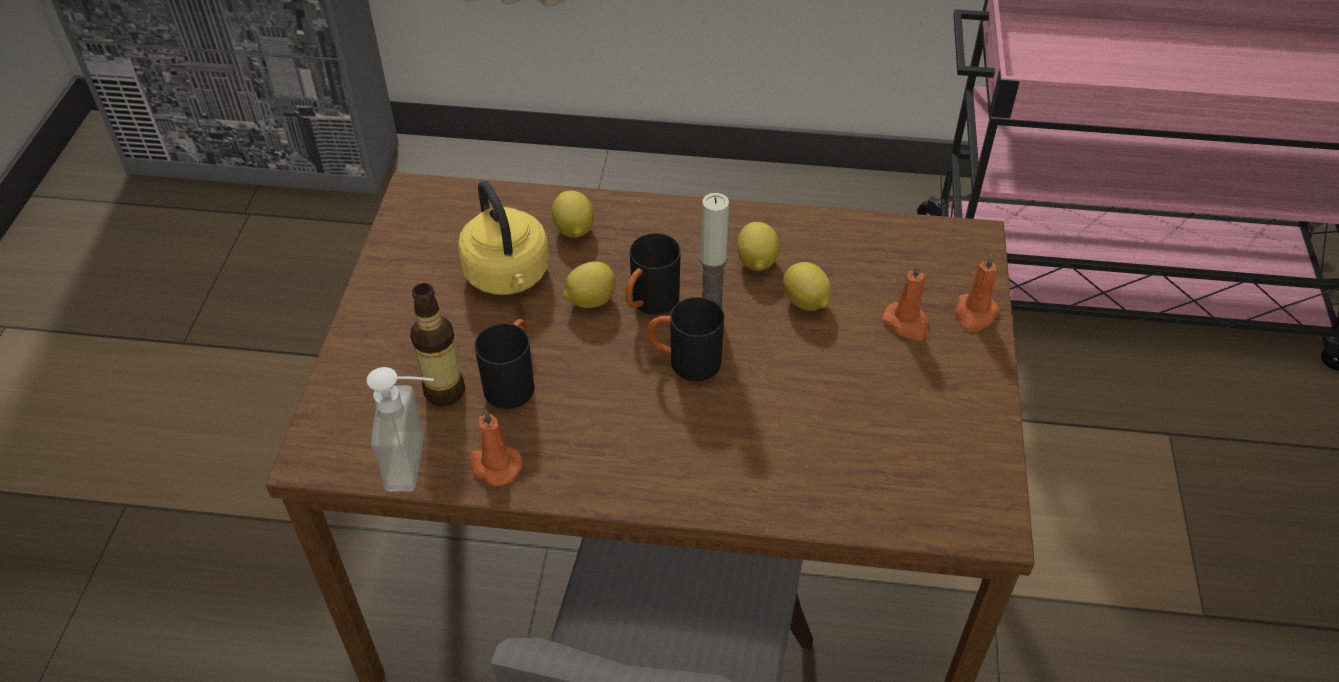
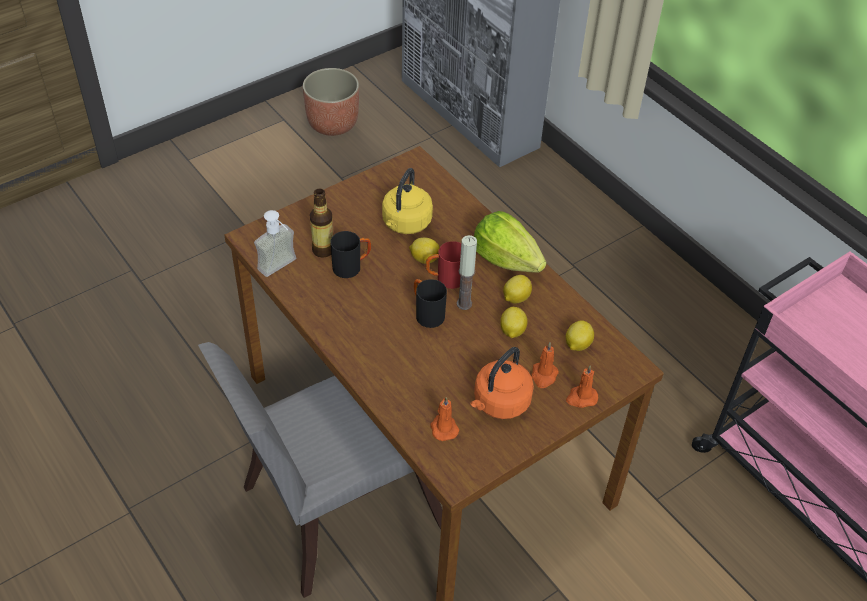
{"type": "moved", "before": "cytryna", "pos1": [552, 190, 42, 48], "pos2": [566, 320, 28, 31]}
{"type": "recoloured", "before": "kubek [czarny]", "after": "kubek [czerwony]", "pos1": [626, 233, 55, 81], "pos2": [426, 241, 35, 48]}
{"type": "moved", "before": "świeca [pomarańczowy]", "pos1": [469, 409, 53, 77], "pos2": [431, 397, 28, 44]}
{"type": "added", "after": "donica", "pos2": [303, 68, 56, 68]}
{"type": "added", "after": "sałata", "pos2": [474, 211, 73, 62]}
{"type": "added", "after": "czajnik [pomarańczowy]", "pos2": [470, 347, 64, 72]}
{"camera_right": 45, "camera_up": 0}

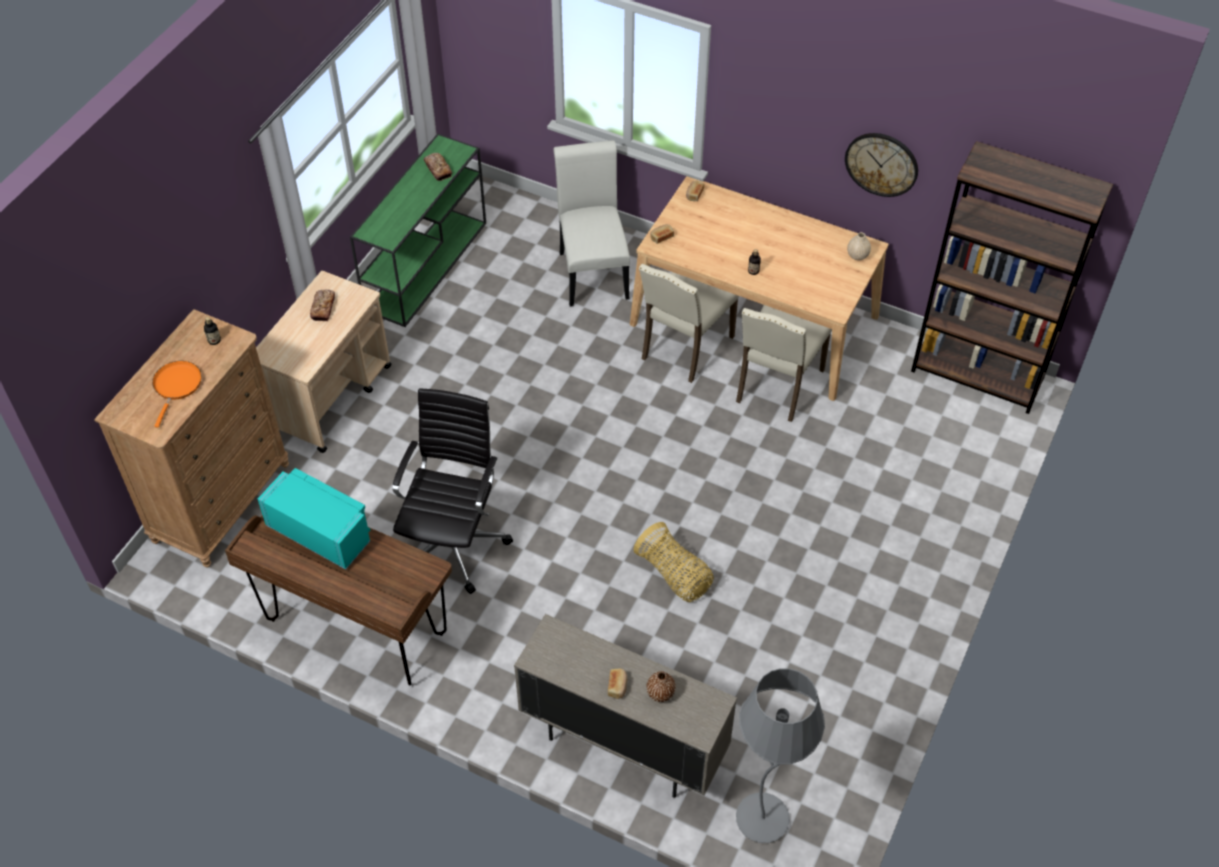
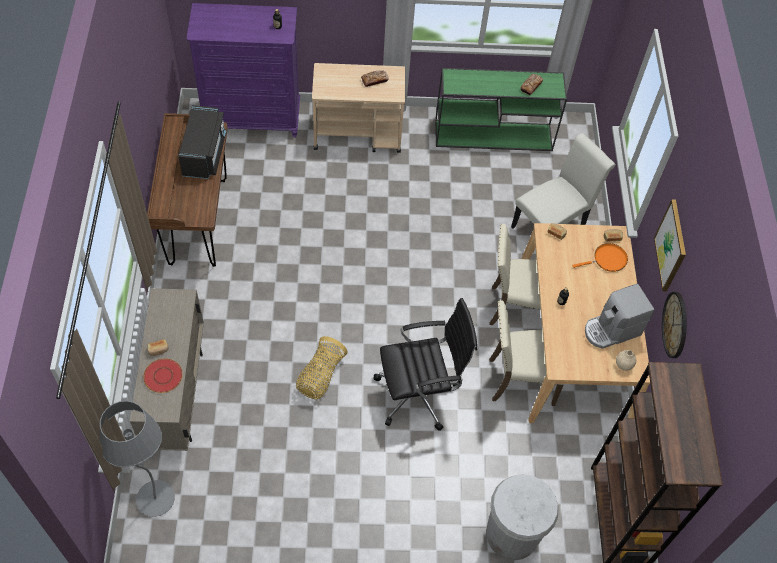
{"type": "recoloured", "before": "komoda [brązowy]", "after": "komoda [fioletowy]", "pos1": [94, 309, 195, 259], "pos2": [187, 3, 113, 135]}
{"type": "moved", "before": "patelnia [pomarańczowy]", "pos1": [152, 361, 50, 67], "pos2": [572, 243, 56, 29]}
{"type": "moved", "before": "krzesło biurowe [czarny]", "pos1": [393, 388, 120, 206], "pos2": [374, 298, 103, 133]}
{"type": "recoloured", "before": "mikrofalówka [turkusowy]", "after": "mikrofalówka [czarny]", "pos1": [258, 468, 112, 102], "pos2": [178, 105, 48, 74]}
{"type": "replaced", "before": "wazon [brązowy]", "after": "talerz [czerwony]", "pos1": [647, 671, 29, 31], "pos2": [143, 358, 40, 35]}
{"type": "added", "after": "obraz", "pos2": [654, 199, 32, 92]}
{"type": "added", "after": "ekspres do kawy", "pos2": [585, 283, 70, 66]}
{"type": "added", "after": "kosz na śmieci [biały]", "pos2": [486, 474, 73, 86]}
{"camera_right": 60, "camera_up": 5}

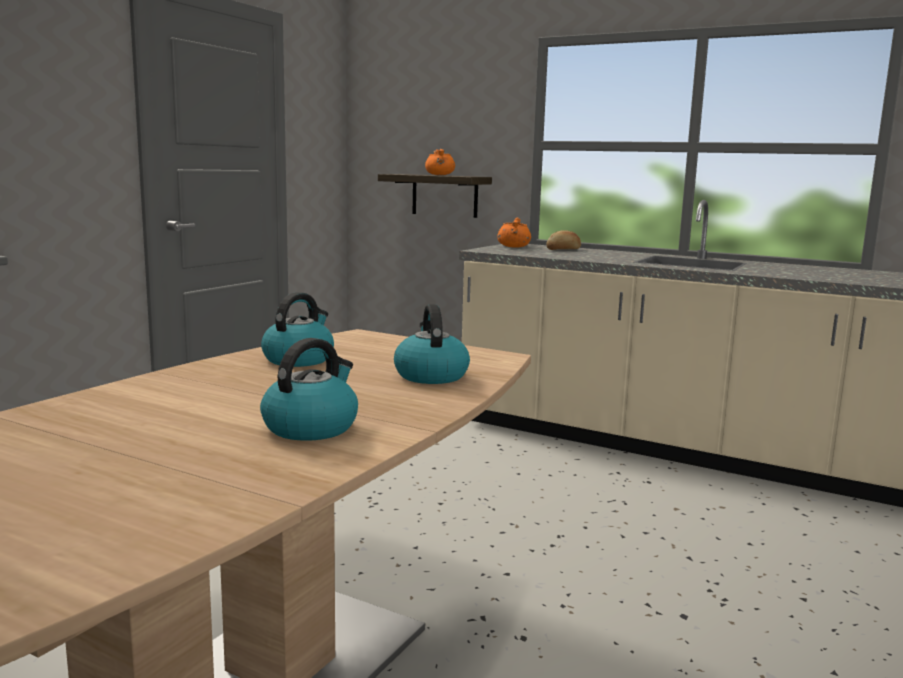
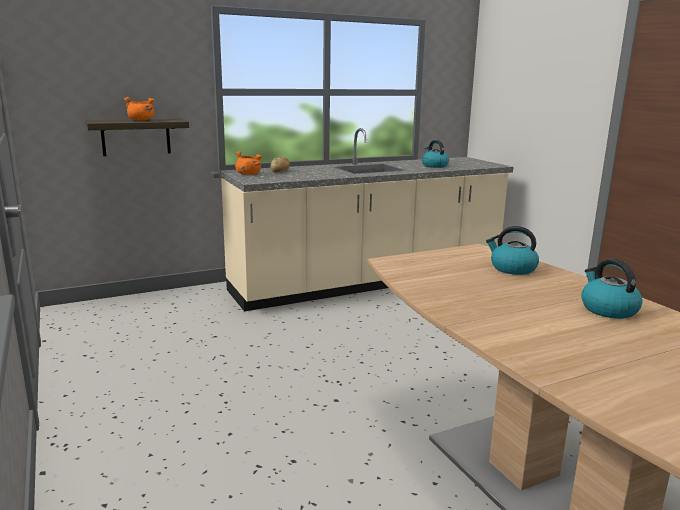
{"type": "moved", "before": "czajnik", "pos1": [261, 292, 73, 75], "pos2": [422, 140, 27, 28]}
{"camera_right": -55, "camera_up": 5}

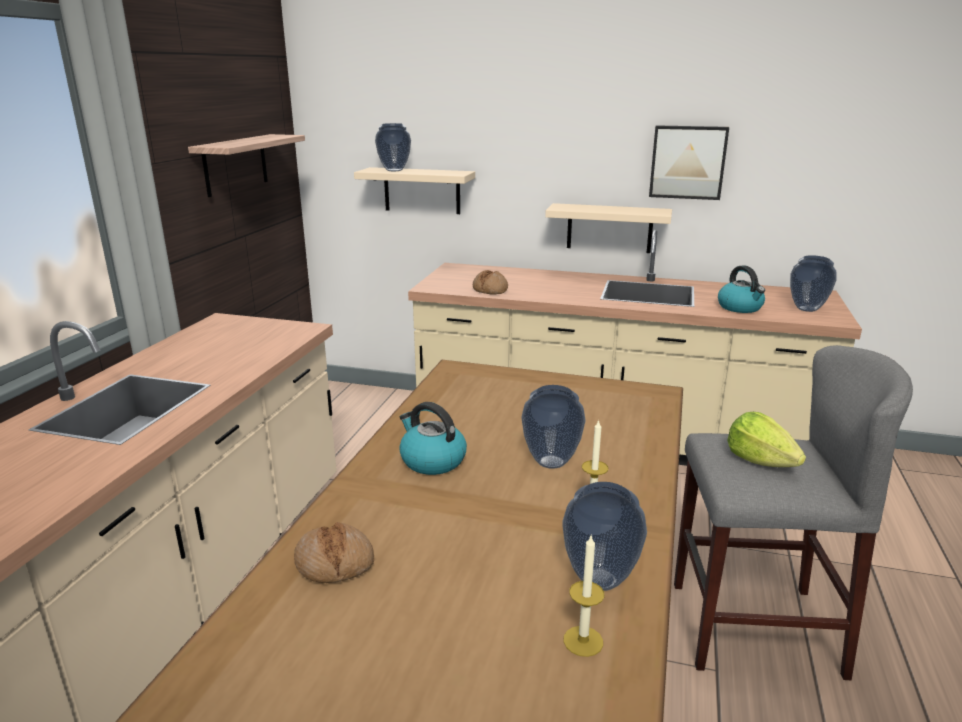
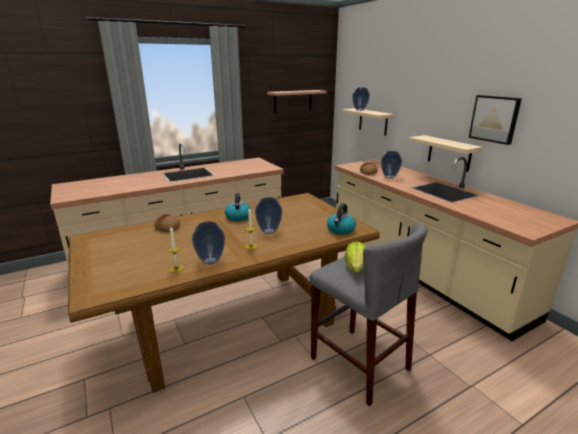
{"type": "moved", "before": "wazon", "pos1": [790, 255, 47, 57], "pos2": [381, 151, 21, 27]}
{"type": "moved", "before": "czajnik", "pos1": [718, 265, 47, 48], "pos2": [327, 203, 29, 31]}
{"camera_right": 45, "camera_up": 0}

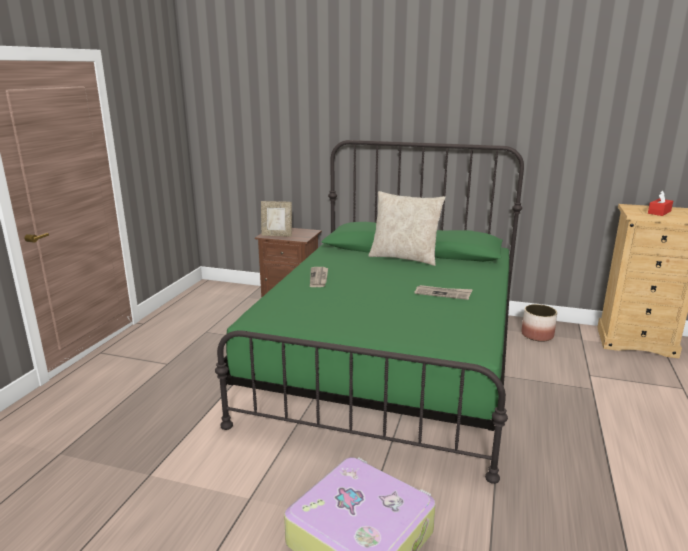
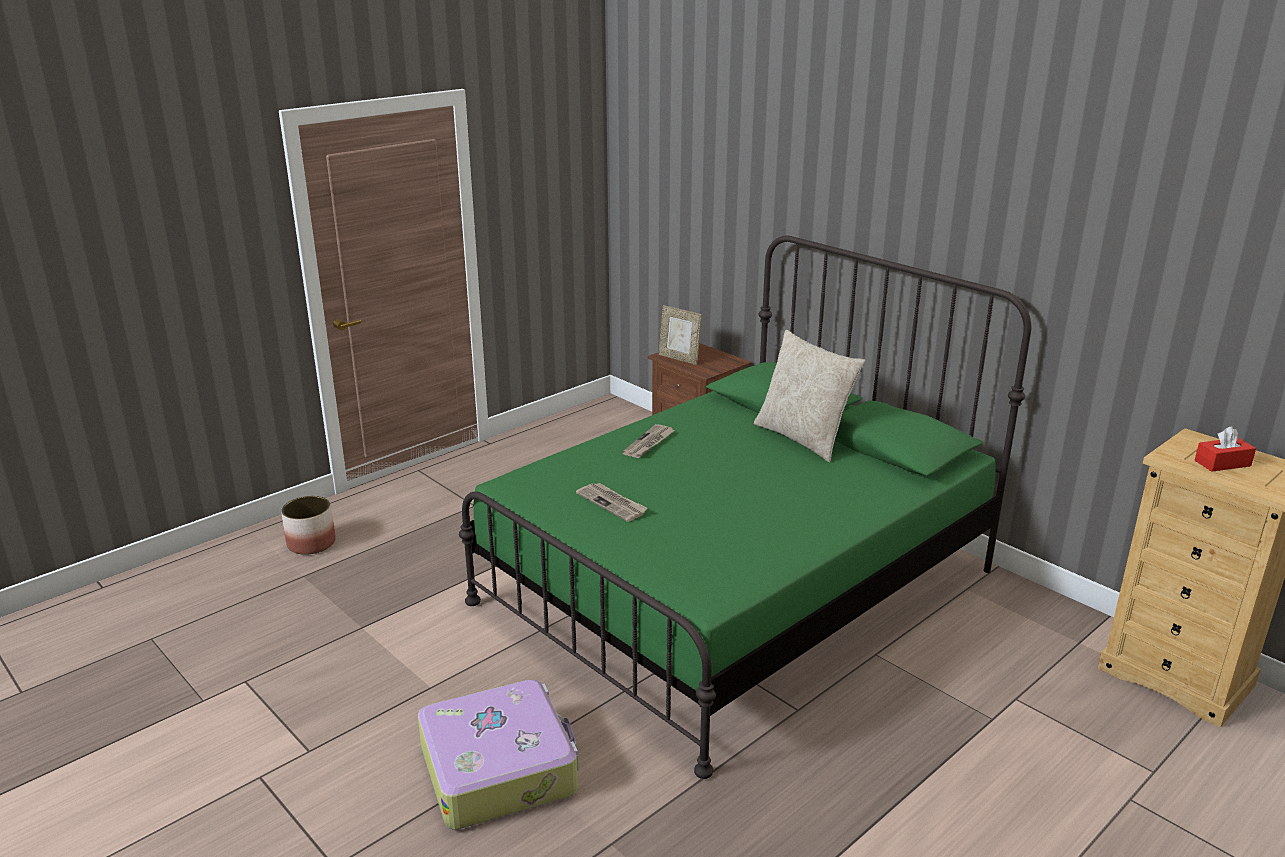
{"type": "moved", "before": "gazeta", "pos1": [414, 285, 59, 15], "pos2": [576, 483, 72, 39]}
{"type": "moved", "before": "donica", "pos1": [521, 304, 36, 38], "pos2": [281, 496, 55, 58]}
{"camera_right": 30, "camera_up": 5}

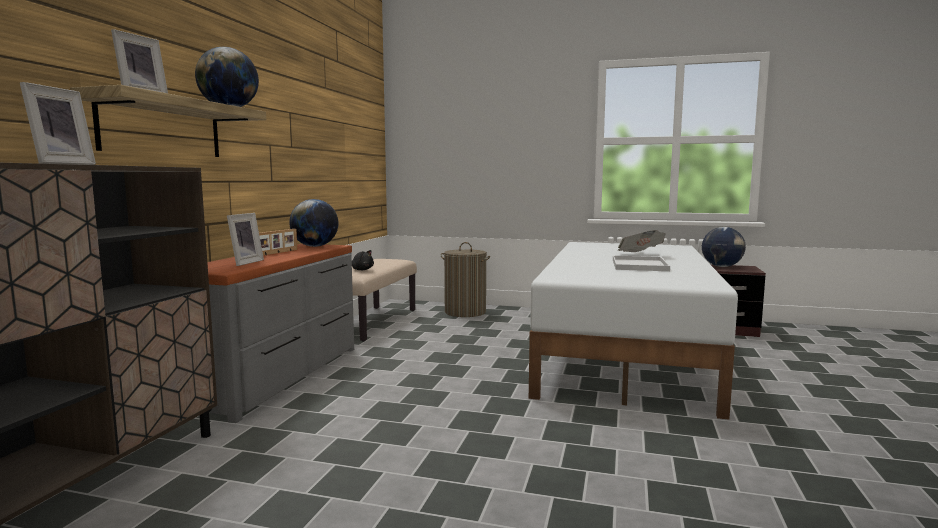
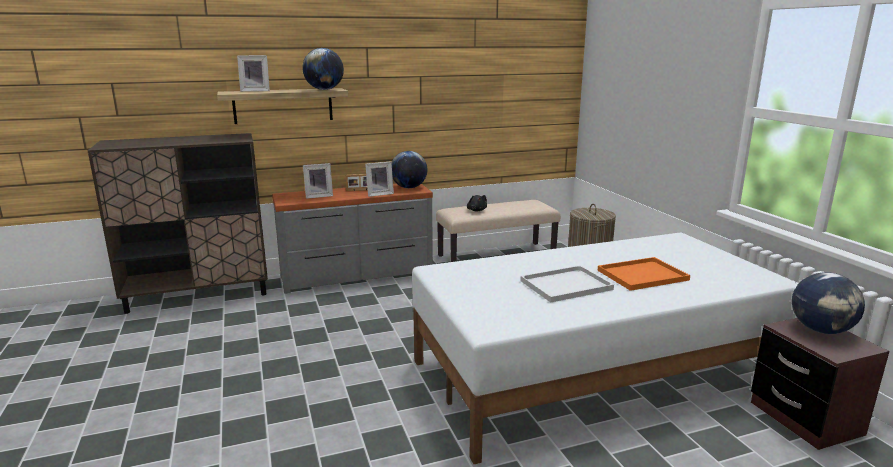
{"type": "moved", "before": "ramka na zdjęcie", "pos1": [20, 82, 76, 83], "pos2": [365, 162, 29, 35]}
{"type": "replaced", "before": "gazeta", "after": "taca [pomarańczowy]", "pos1": [618, 230, 48, 22], "pos2": [597, 257, 93, 34]}
{"camera_right": 55, "camera_up": 10}

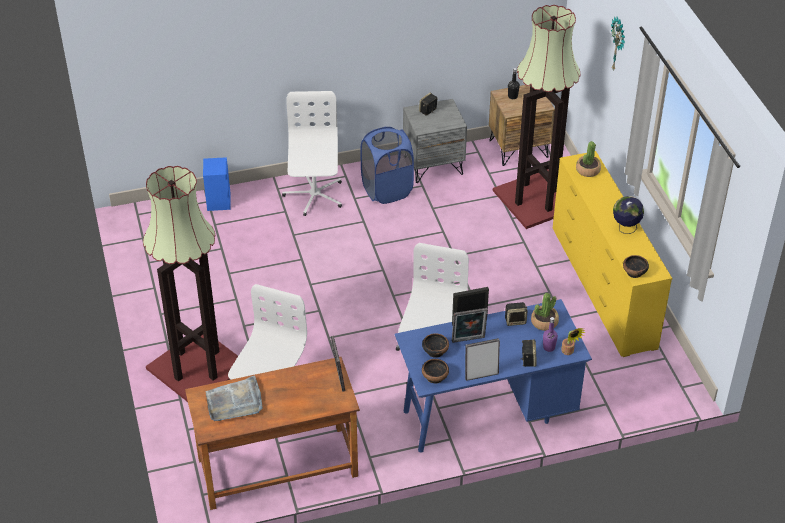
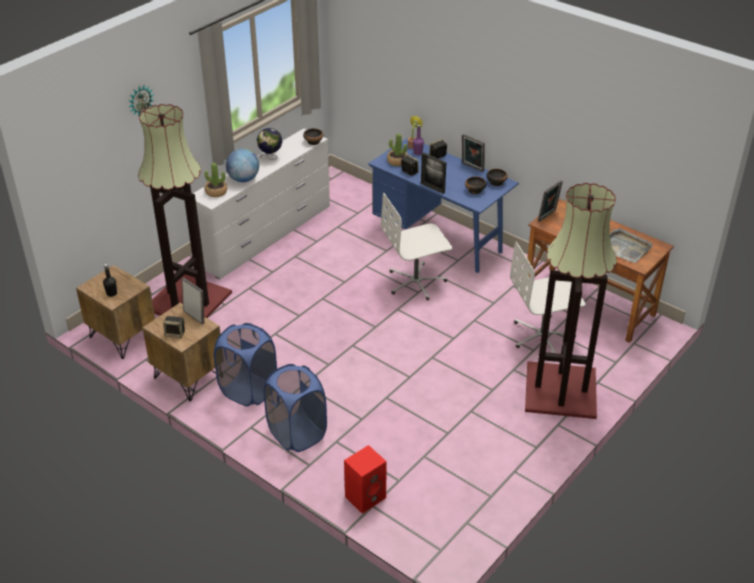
{"type": "replaced", "before": "krzesło biurowe [biały]", "after": "kosz na pranie [niebieski]", "pos1": [282, 91, 60, 125], "pos2": [264, 364, 63, 88]}
{"type": "recoloured", "before": "szafka nocna [szary]", "after": "szafka nocna [brązowy]", "pos1": [403, 99, 64, 84], "pos2": [143, 303, 77, 98]}
{"type": "recoloured", "before": "komoda [żółty]", "after": "komoda [biały]", "pos1": [553, 151, 119, 206], "pos2": [193, 128, 137, 151]}
{"type": "recoloured", "before": "głośnik [niebieski]", "after": "głośnik [czerwony]", "pos1": [203, 157, 28, 54], "pos2": [344, 445, 43, 69]}
{"type": "moved", "before": "ramka na zdjęcie", "pos1": [452, 308, 36, 35], "pos2": [182, 278, 22, 46]}
{"type": "added", "after": "globus", "pos2": [226, 149, 33, 33]}
{"camera_right": -125, "camera_up": -5}

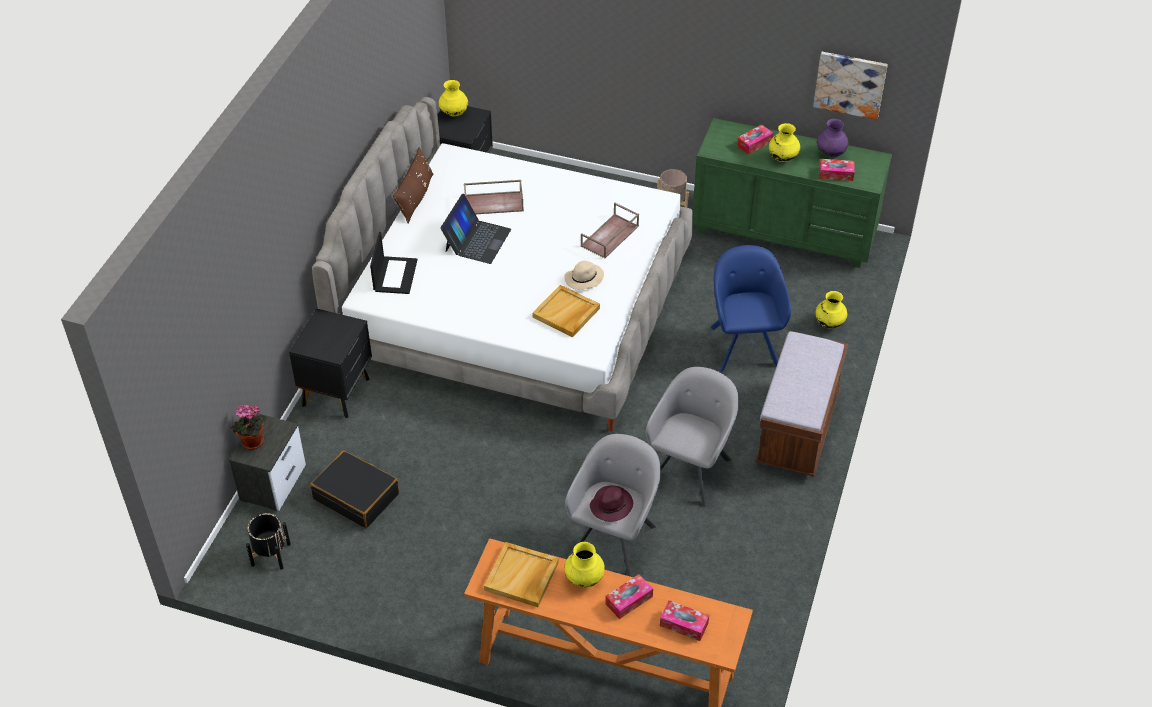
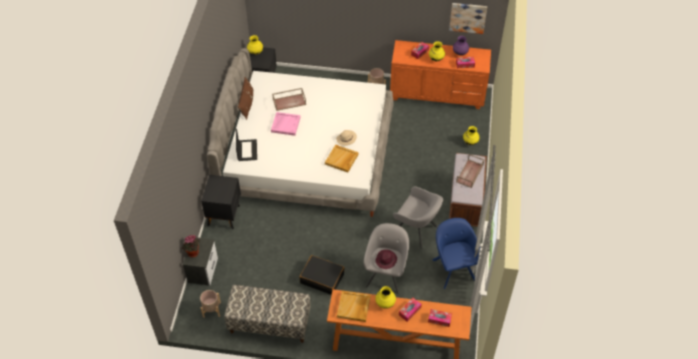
{"type": "recoloured", "before": "komoda [zielony]", "after": "komoda [pomarańczowy]", "pos1": [693, 118, 199, 150], "pos2": [390, 40, 101, 69]}
{"type": "replaced", "before": "laptop", "after": "taca [różowy]", "pos1": [441, 194, 70, 70], "pos2": [271, 112, 29, 24]}
{"type": "moved", "before": "taca [brązowy]", "pos1": [580, 203, 59, 56], "pos2": [456, 154, 29, 34]}
{"type": "moved", "before": "fotel [niebieski]", "pos1": [710, 245, 81, 127], "pos2": [432, 218, 48, 71]}
{"type": "turned", "before": "fotel [szary]", "pos1": [646, 367, 93, 140], "pos2": [393, 186, 50, 63], "turn": 105}
{"type": "moved", "before": "walizka [czarny]", "pos1": [310, 450, 89, 78], "pos2": [300, 255, 45, 40]}
{"type": "recoloured", "before": "donica [czarny]", "after": "donica [beżowy]", "pos1": [246, 513, 45, 57], "pos2": [200, 290, 21, 28]}
{"type": "added", "after": "ławka", "pos2": [224, 285, 87, 58]}
{"camera_right": -10, "camera_up": 5}

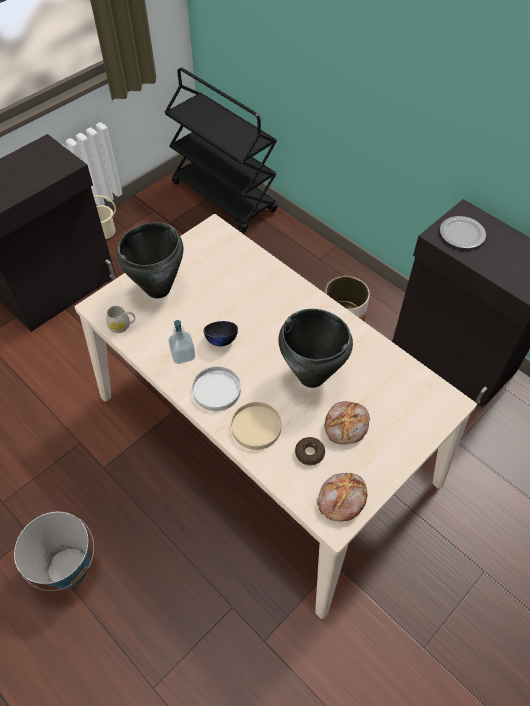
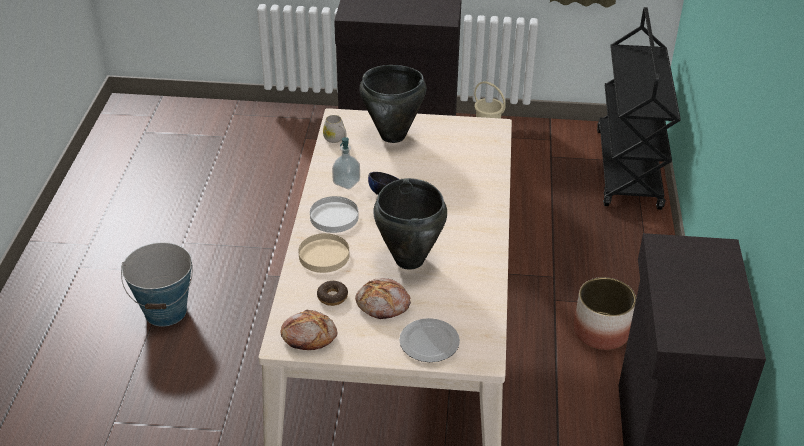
{"type": "moved", "before": "talerz", "pos1": [440, 216, 46, 33], "pos2": [399, 318, 61, 44]}
{"camera_right": 50, "camera_up": -15}

